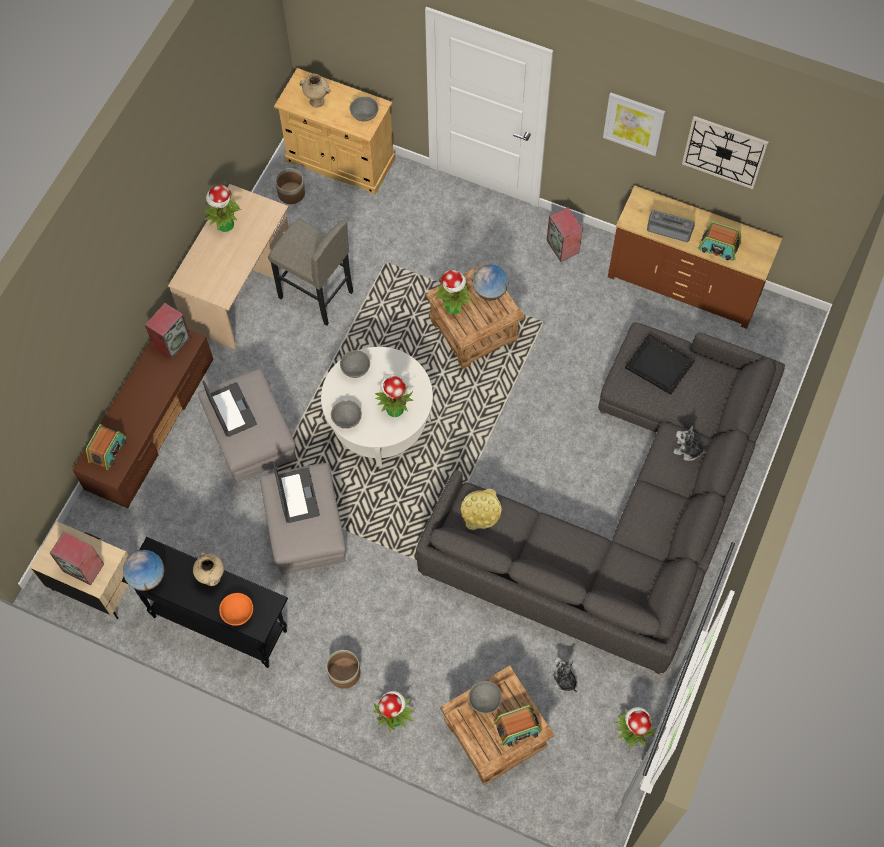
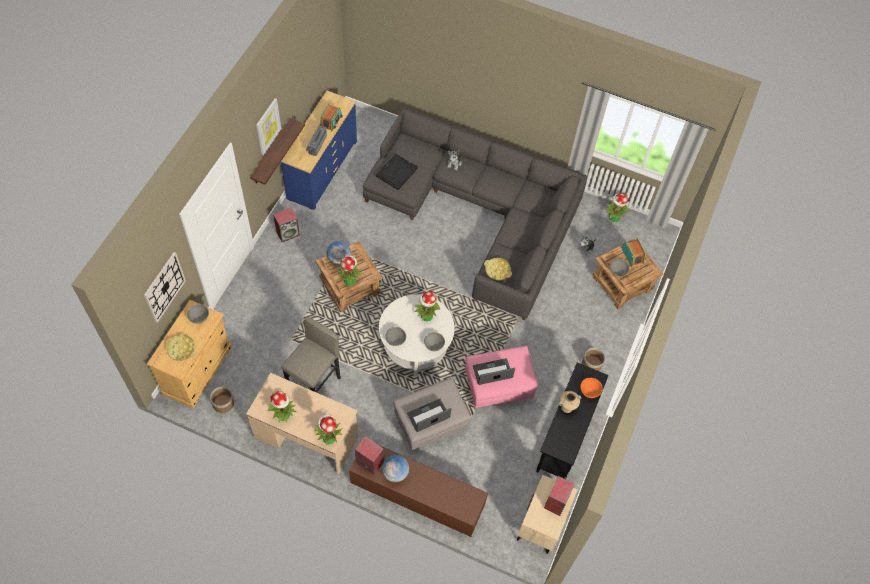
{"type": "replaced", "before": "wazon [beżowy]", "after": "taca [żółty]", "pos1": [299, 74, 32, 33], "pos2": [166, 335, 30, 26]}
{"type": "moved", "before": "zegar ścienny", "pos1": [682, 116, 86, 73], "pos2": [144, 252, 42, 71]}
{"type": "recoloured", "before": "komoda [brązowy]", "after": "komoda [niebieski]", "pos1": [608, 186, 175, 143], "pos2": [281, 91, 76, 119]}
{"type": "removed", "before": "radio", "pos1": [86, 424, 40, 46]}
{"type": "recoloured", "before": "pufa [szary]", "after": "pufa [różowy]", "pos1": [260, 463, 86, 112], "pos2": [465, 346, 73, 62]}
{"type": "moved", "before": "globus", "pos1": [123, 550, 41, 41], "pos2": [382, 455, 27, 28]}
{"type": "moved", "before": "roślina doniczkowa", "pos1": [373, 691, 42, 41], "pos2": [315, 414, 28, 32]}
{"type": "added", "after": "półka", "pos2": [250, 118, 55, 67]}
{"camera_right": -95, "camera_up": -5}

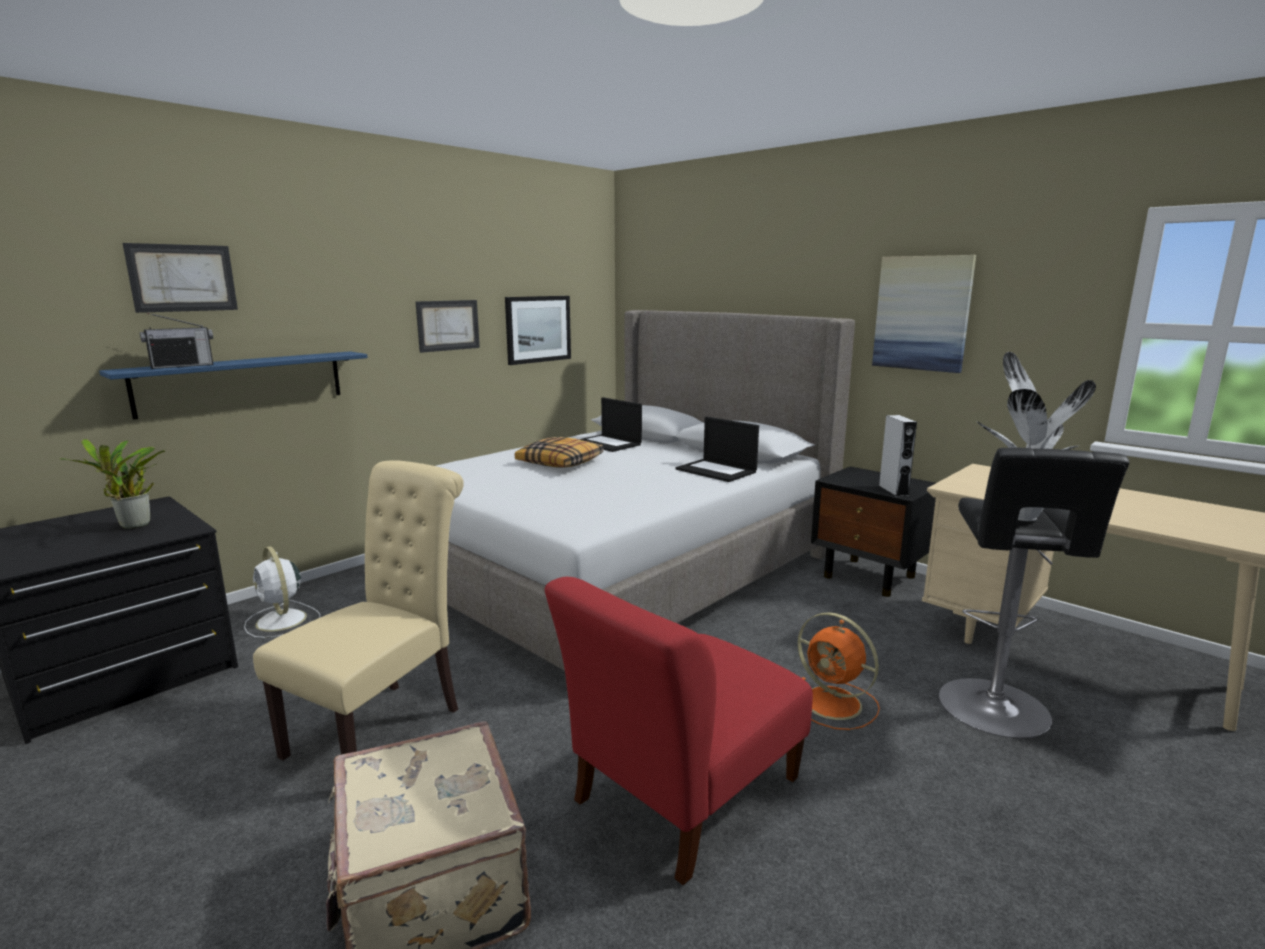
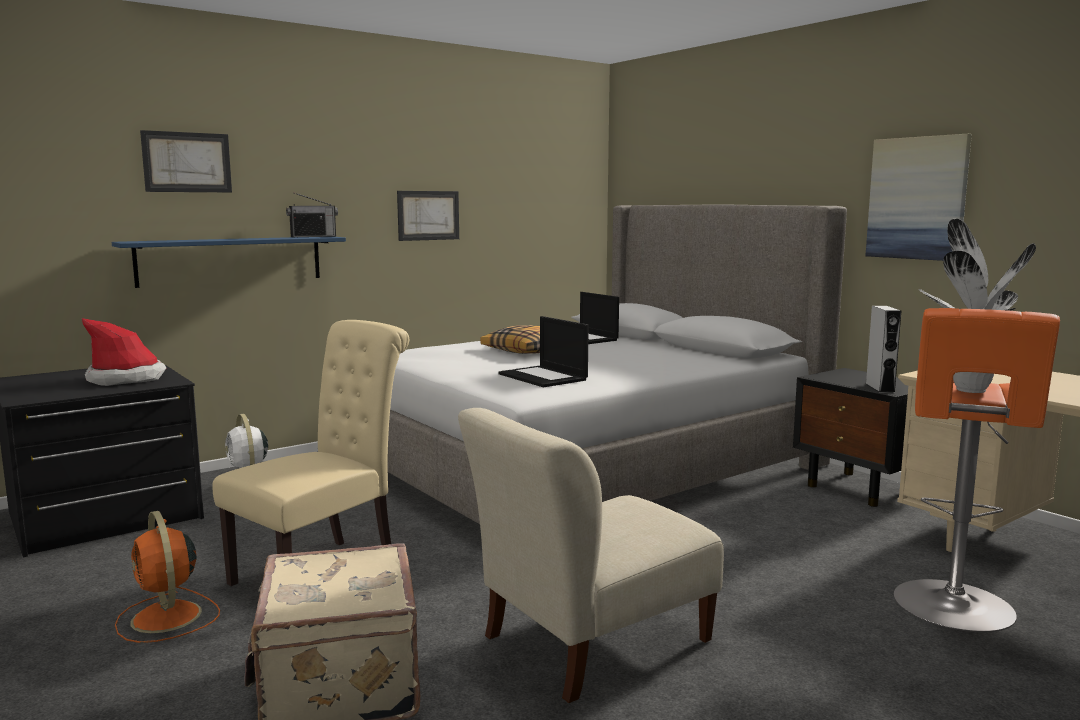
{"type": "removed", "before": "obraz", "pos1": [505, 296, 66, 69]}
{"type": "moved", "before": "radio", "pos1": [140, 313, 73, 56], "pos2": [286, 192, 52, 45]}
{"type": "moved", "before": "laptop", "pos1": [676, 416, 83, 66], "pos2": [499, 316, 90, 72]}
{"type": "replaced", "before": "roślina doniczkowa", "after": "kapelusz", "pos1": [59, 439, 106, 90], "pos2": [82, 318, 84, 68]}
{"type": "recoloured", "before": "stołek [czarny]", "after": "stołek [pomarańczowy]", "pos1": [939, 448, 191, 291], "pos2": [894, 308, 166, 325]}
{"type": "recoloured", "before": "krzesło [czerwony]", "after": "krzesło [beżowy]", "pos1": [545, 577, 268, 308], "pos2": [458, 408, 266, 295]}
{"type": "moved", "before": "wentylator [pomarańczowy]", "pos1": [798, 612, 82, 118], "pos2": [115, 511, 105, 132]}
{"camera_right": 10, "camera_up": -5}

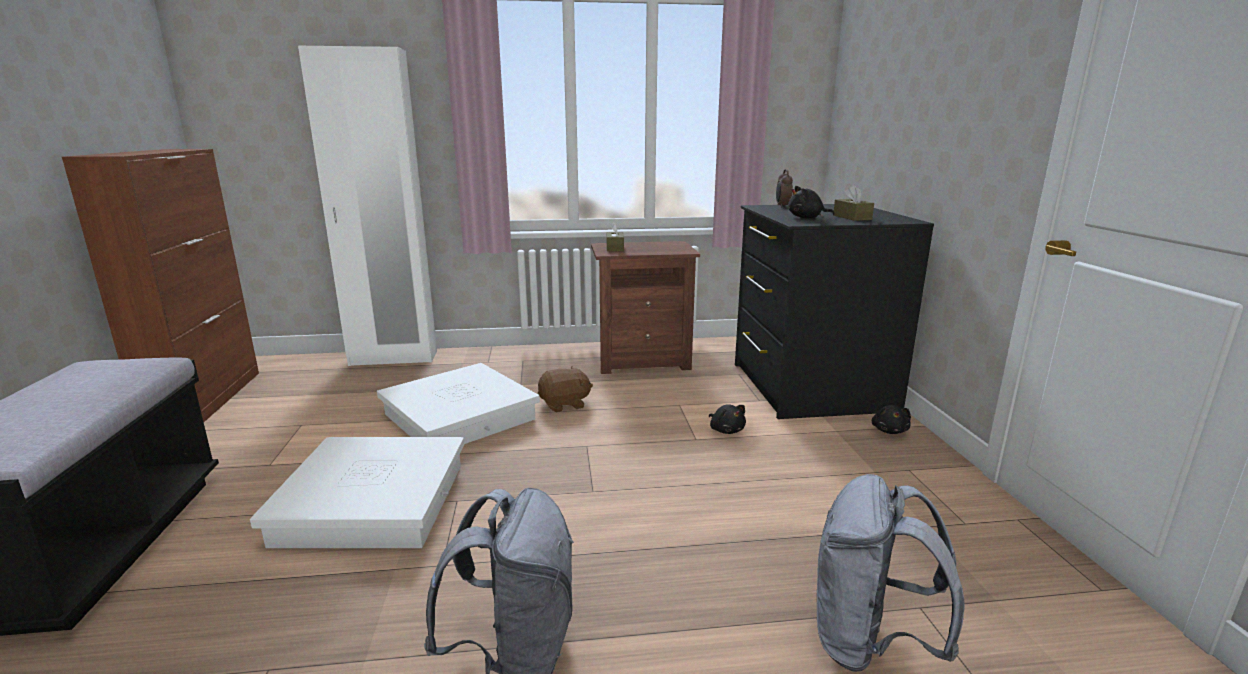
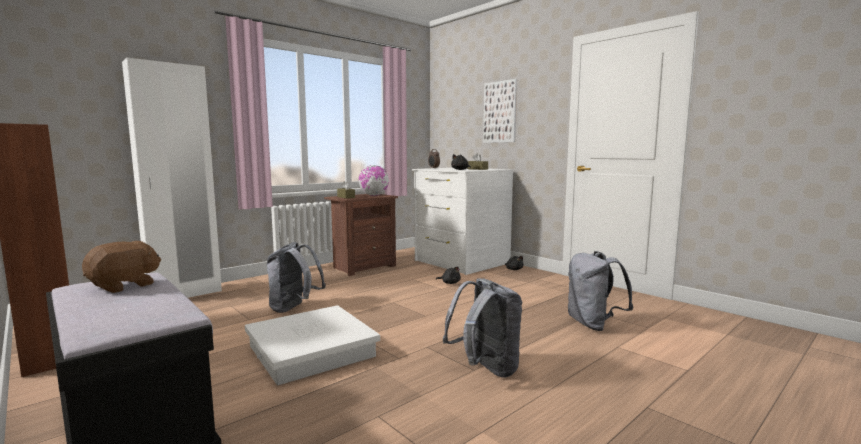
{"type": "recoloured", "before": "komoda [czarny]", "after": "komoda [biały]", "pos1": [735, 204, 199, 215], "pos2": [412, 168, 101, 107]}
{"type": "replaced", "before": "pojemnik do przechowywania [biały]", "after": "plecak [szary]", "pos1": [377, 363, 163, 81], "pos2": [267, 242, 59, 71]}
{"type": "moved", "before": "pluszak [brązowy]", "pos1": [538, 366, 55, 46], "pos2": [82, 241, 79, 52]}
{"type": "added", "after": "obraz", "pos2": [483, 79, 34, 64]}
{"type": "added", "after": "globus", "pos2": [359, 165, 30, 31]}
{"camera_right": -35, "camera_up": -10}

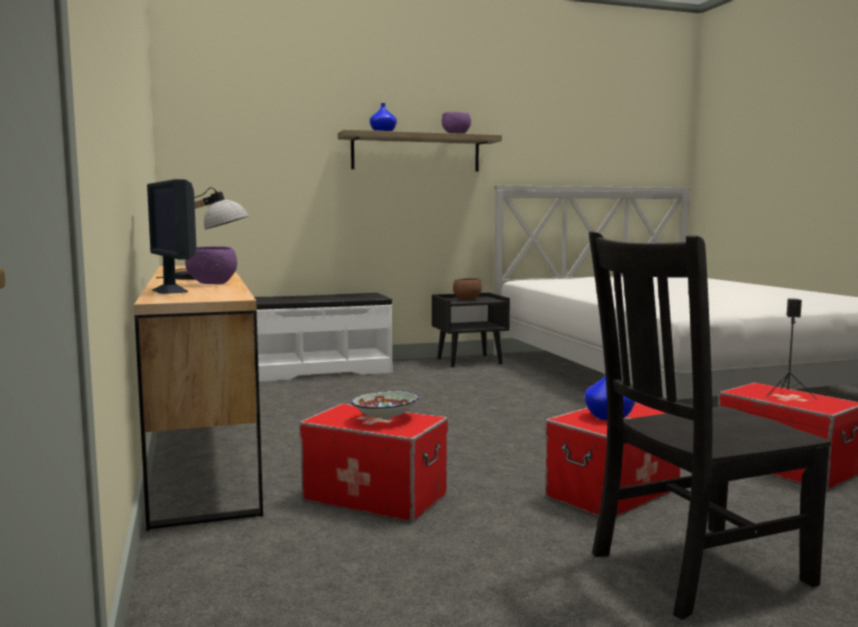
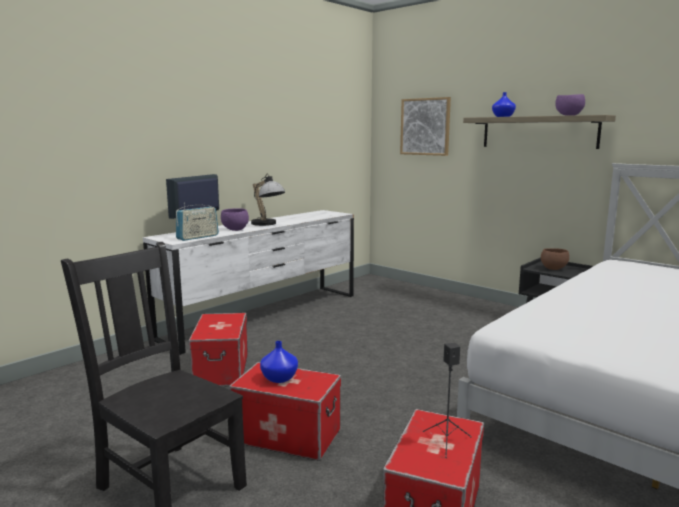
{"type": "recoloured", "before": "komoda [brązowy]", "after": "komoda [biały]", "pos1": [134, 266, 129, 265], "pos2": [143, 210, 211, 145]}
{"type": "removed", "before": "ławka [biały]", "pos1": [254, 293, 139, 89]}
{"type": "removed", "before": "miska", "pos1": [351, 391, 68, 29]}
{"type": "added", "after": "obraz", "pos2": [400, 97, 51, 59]}
{"type": "added", "after": "radio", "pos2": [176, 203, 43, 38]}
{"camera_right": 60, "camera_up": 5}

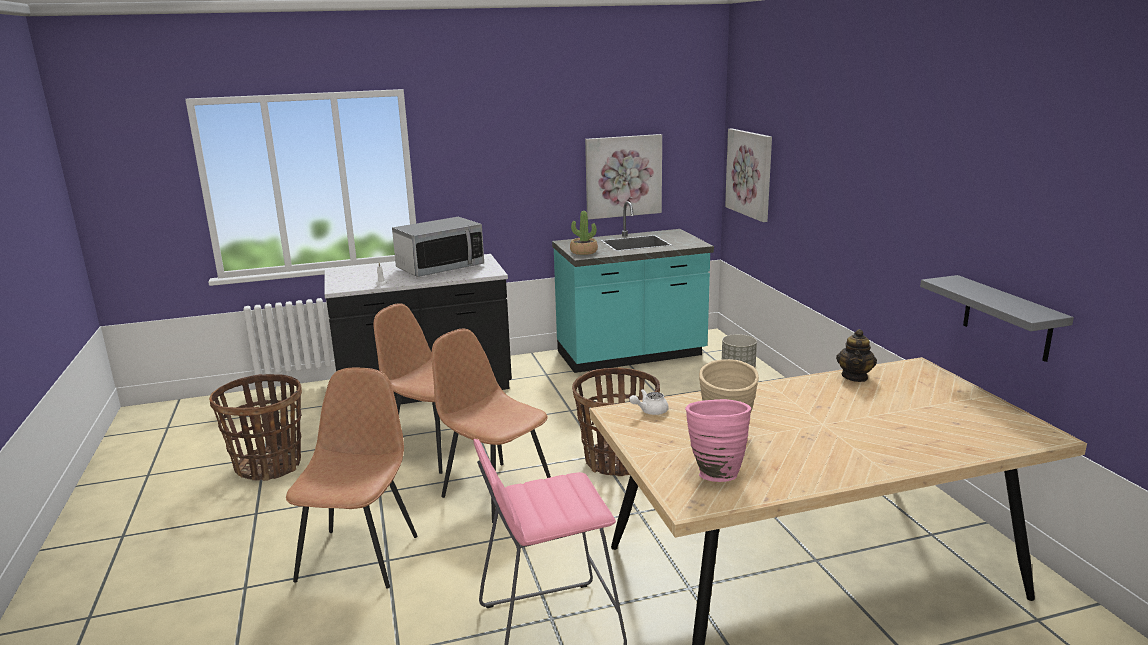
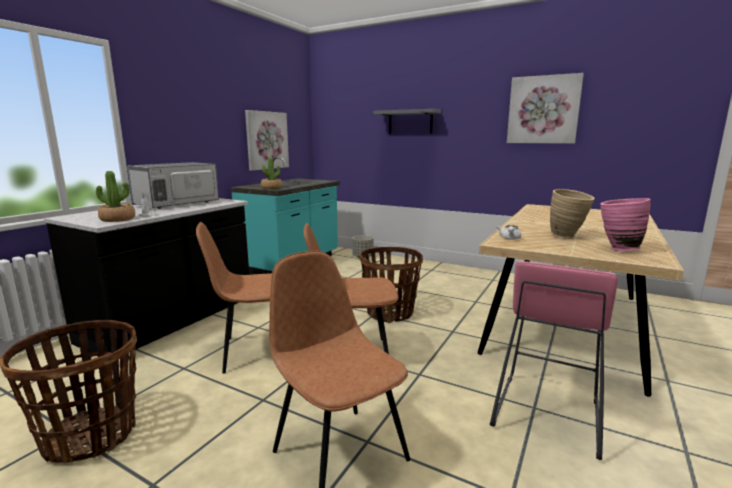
{"type": "moved", "before": "obraz", "pos1": [725, 128, 47, 94], "pos2": [507, 73, 77, 71]}
{"type": "turned", "before": "mikrofalówka", "pos1": [392, 217, 92, 60], "pos2": [127, 162, 92, 47], "turn": -150}
{"type": "moved", "before": "półka [szary]", "pos1": [920, 275, 154, 87], "pos2": [374, 109, 67, 25]}
{"type": "removed", "before": "imbryk", "pos1": [836, 329, 41, 53]}
{"type": "added", "after": "roślina doniczkowa", "pos2": [96, 171, 39, 51]}
{"camera_right": -45, "camera_up": -5}

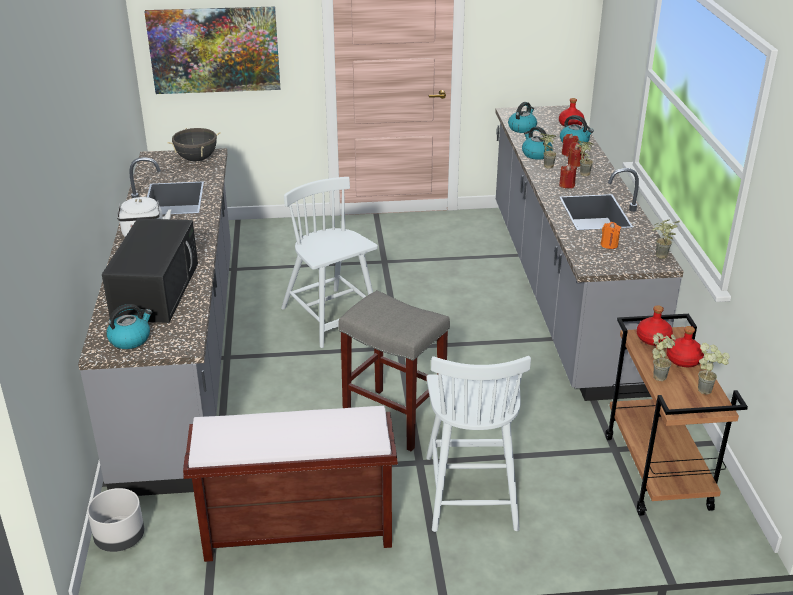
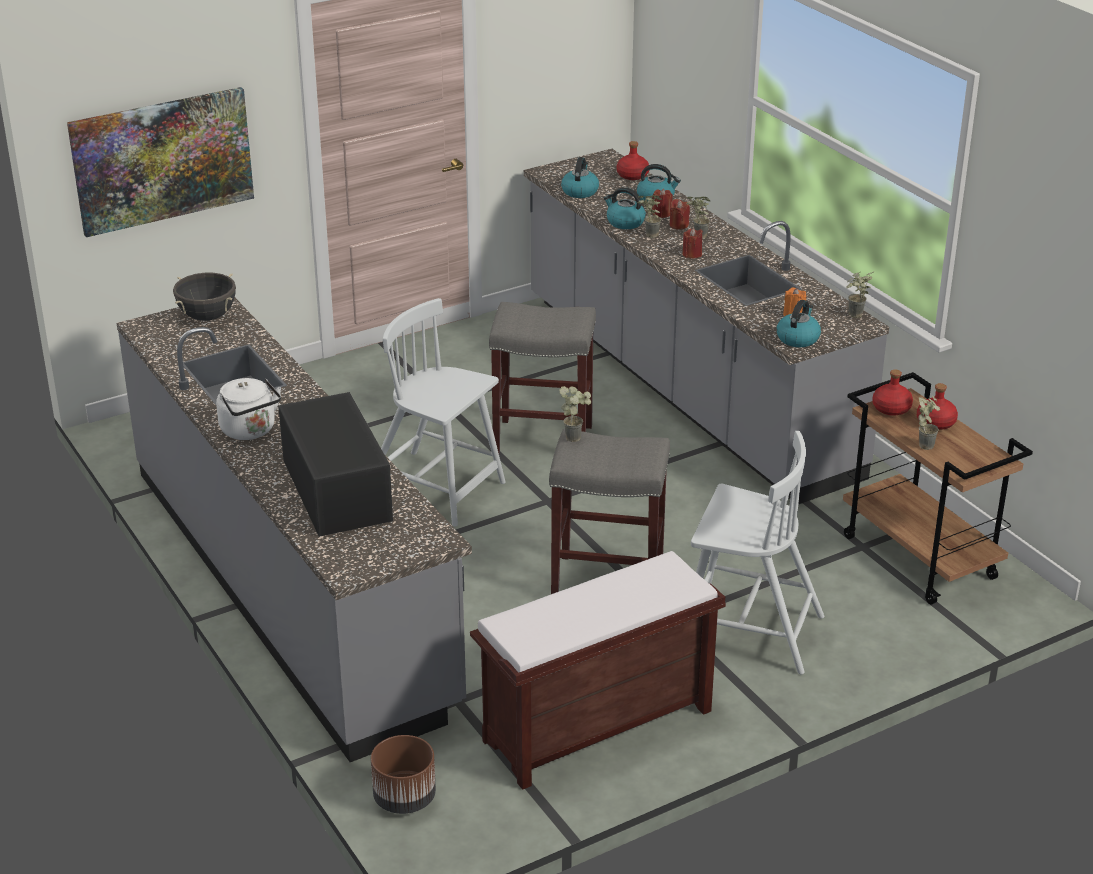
{"type": "moved", "before": "czajnik", "pos1": [106, 304, 46, 45], "pos2": [777, 300, 44, 47]}
{"type": "moved", "before": "roślina doniczkowa", "pos1": [698, 343, 31, 51], "pos2": [559, 386, 32, 56]}
{"type": "turned", "before": "krzesło [biały]", "pos1": [426, 356, 105, 176], "pos2": [691, 431, 133, 243], "turn": -45}
{"type": "recoloured", "before": "donica [szary]", "after": "donica [brązowy]", "pos1": [87, 488, 57, 64], "pos2": [371, 735, 65, 79]}
{"type": "added", "after": "stołek [szary]", "pos2": [489, 302, 107, 151]}
{"camera_right": -25, "camera_up": 0}

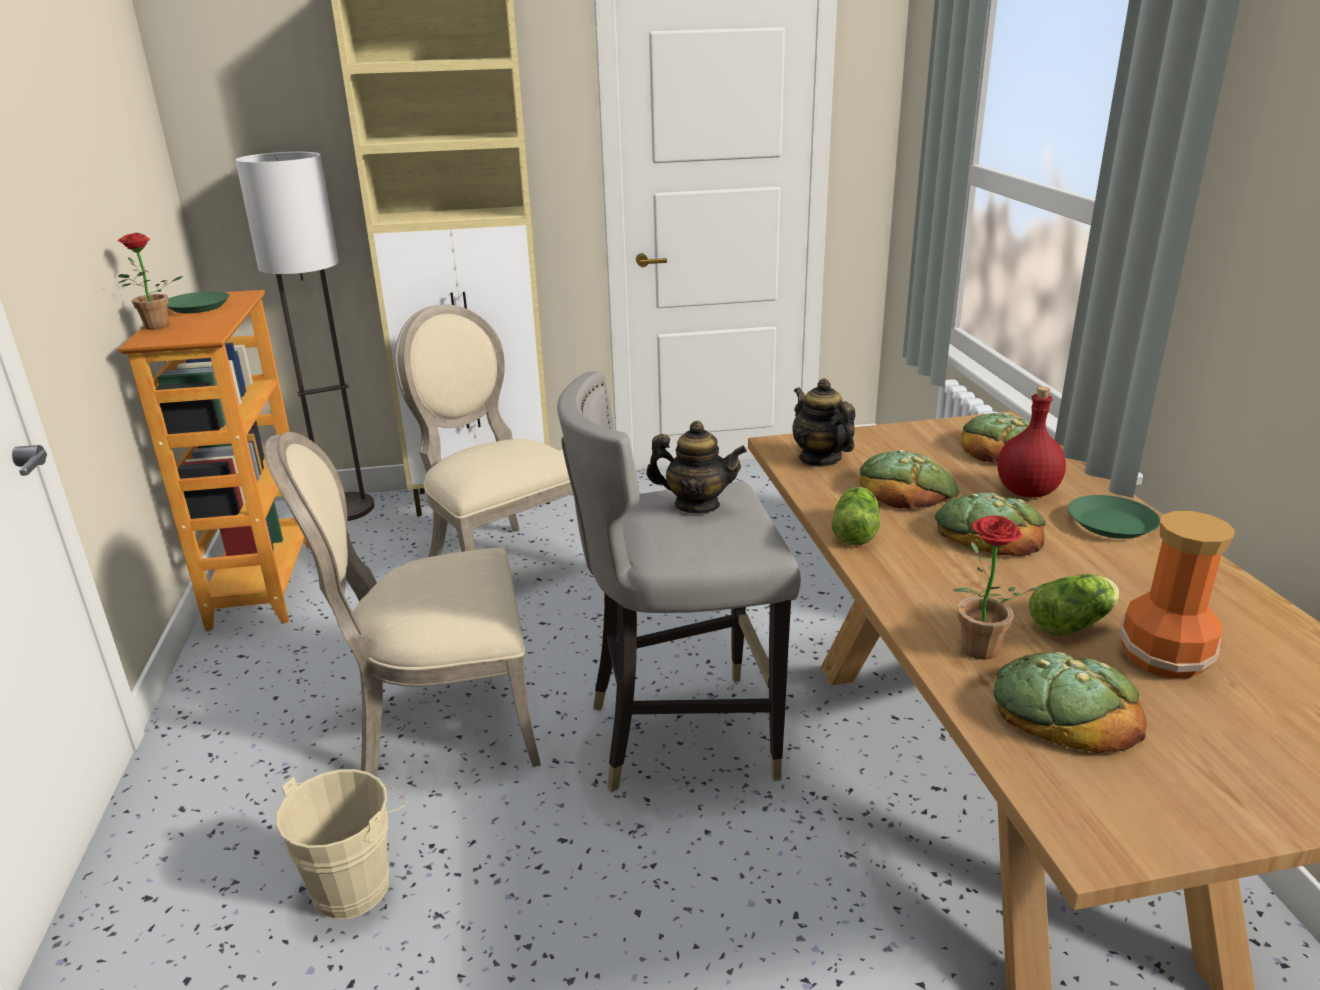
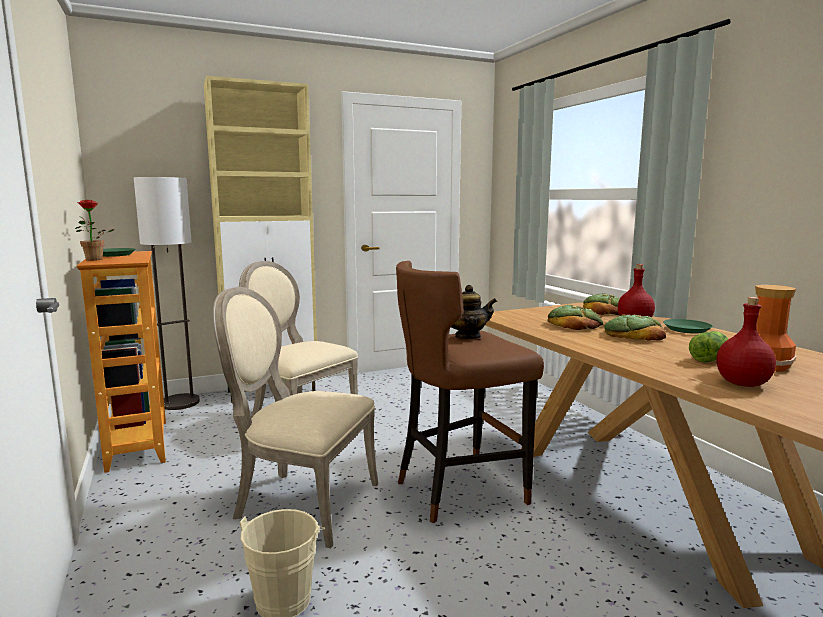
{"type": "recoloured", "before": "stołek [szary]", "after": "stołek [brązowy]", "pos1": [557, 371, 244, 421], "pos2": [396, 261, 148, 262]}
{"type": "removed", "before": "imbryk", "pos1": [792, 378, 63, 89]}
{"type": "turned", "before": "krzesło [beżowy]", "pos1": [264, 432, 277, 345], "pos2": [212, 287, 166, 261], "turn": 45}
{"type": "removed", "before": "sałata", "pos1": [832, 487, 48, 58]}
{"type": "removed", "before": "roślina doniczkowa", "pos1": [954, 516, 90, 144]}
{"type": "replaced", "before": "chleb", "after": "butelka [czerwony]", "pos1": [993, 652, 154, 101], "pos2": [716, 297, 60, 90]}
{"camera_right": -15, "camera_up": -15}

